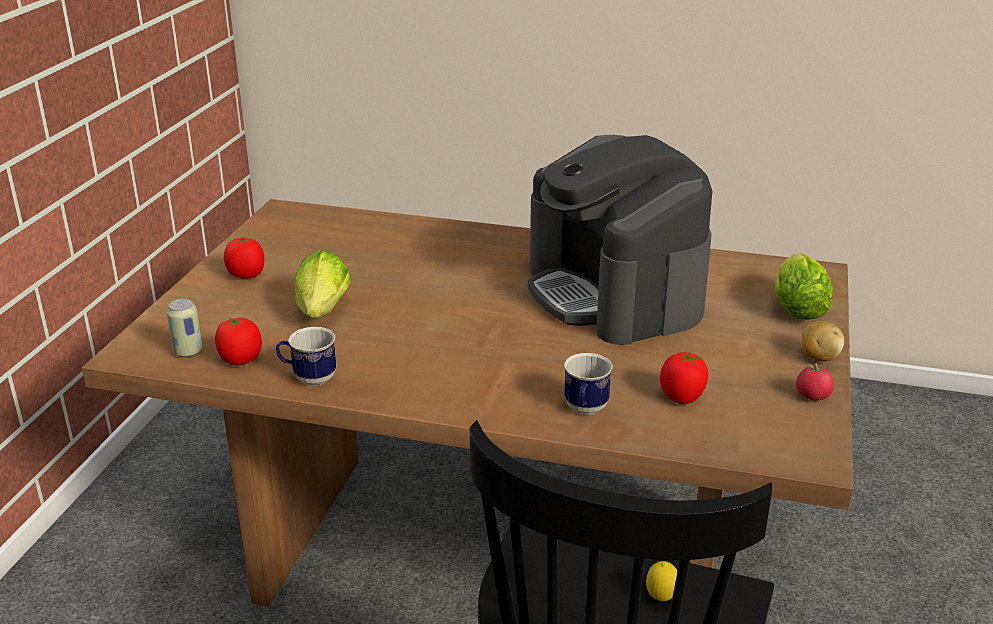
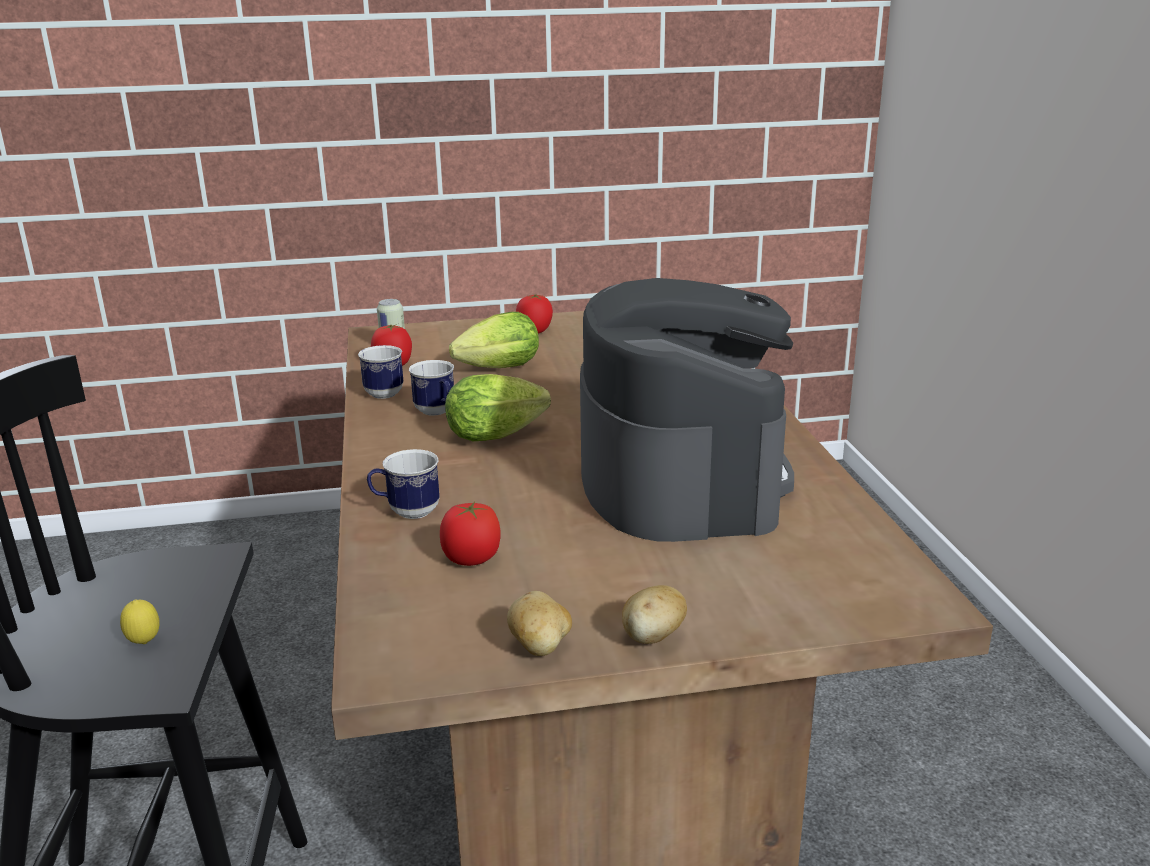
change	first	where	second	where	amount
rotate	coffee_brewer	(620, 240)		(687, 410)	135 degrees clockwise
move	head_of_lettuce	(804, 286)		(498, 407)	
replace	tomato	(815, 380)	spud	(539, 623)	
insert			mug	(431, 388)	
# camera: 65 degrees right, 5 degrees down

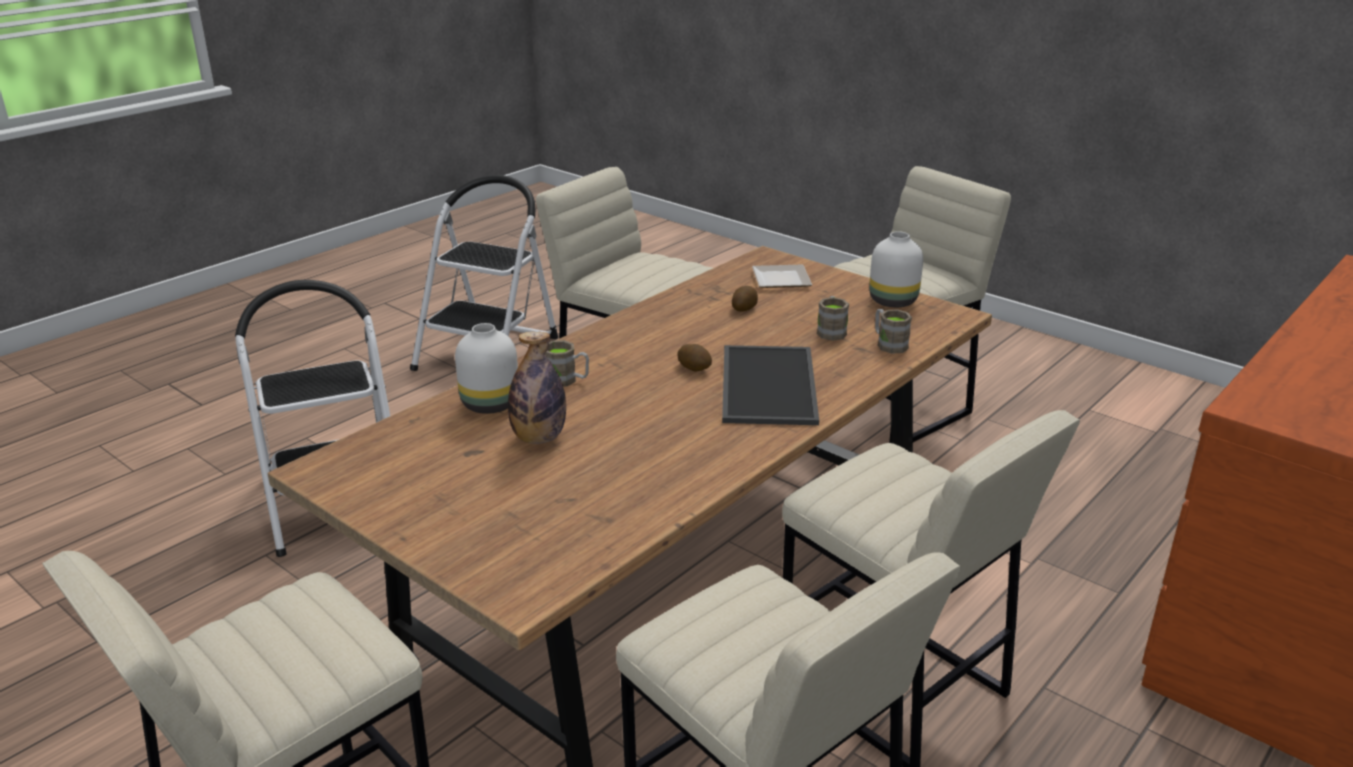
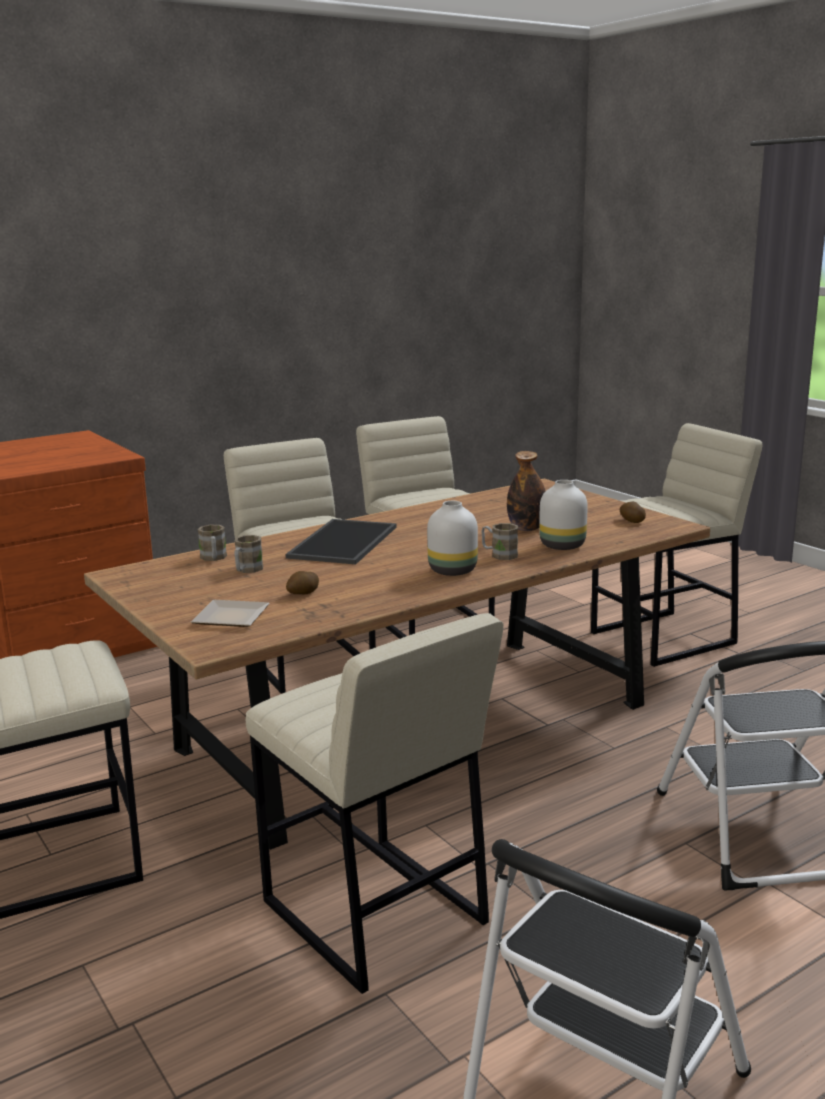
change	first	where	second	where	amount
move	spud	(694, 358)		(633, 512)	
move	white_decorative_vase	(896, 269)		(452, 538)	
# camera: 165 degrees left, 10 degrees down

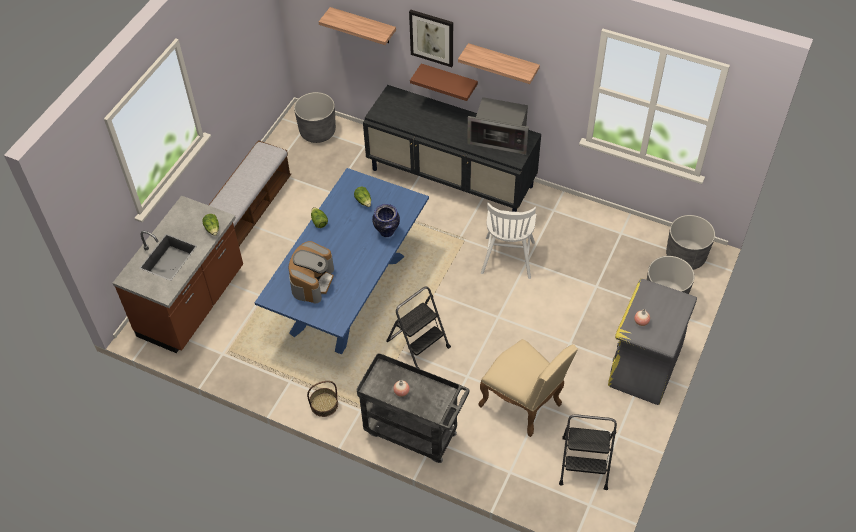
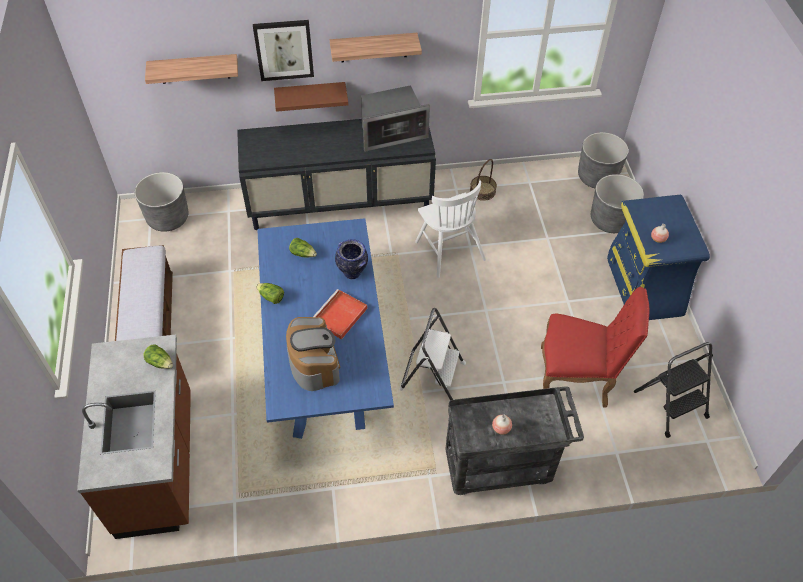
change	first	where	second	where	amount
move	household_basket	(322, 399)		(483, 180)	
recolor	black-coloured_step_ladder	(418, 328)	white_step_ladder	(433, 354)	
recolor	beige_plain_chair	(528, 388)	red-coloured_plain_chair	(595, 347)	
recolor	grey_night_table	(652, 341)	blue_night_table	(658, 257)	
insert			red-coloured_carrying_tray	(340, 314)	
# camera: 35 degrees left, 0 degrees up

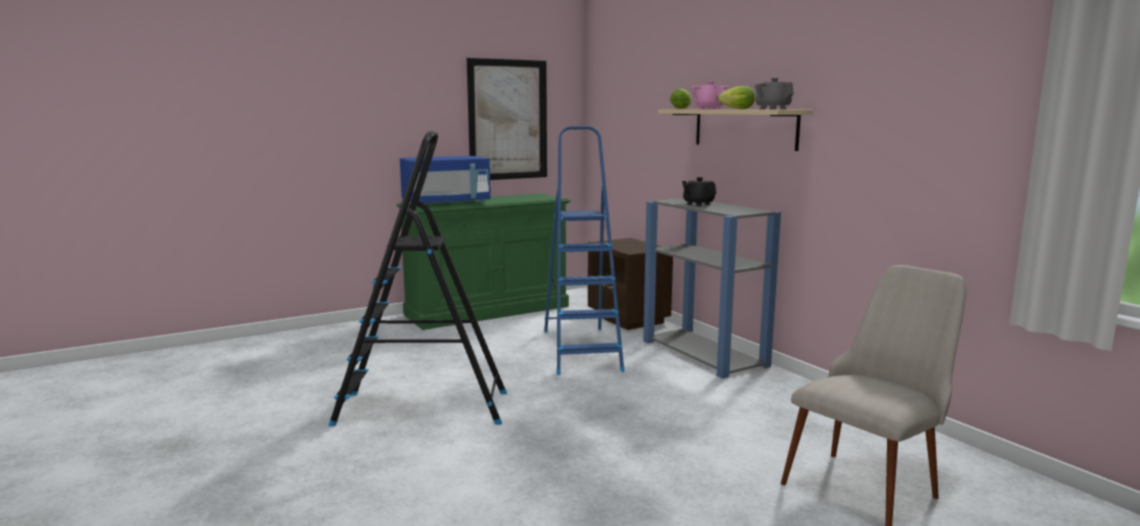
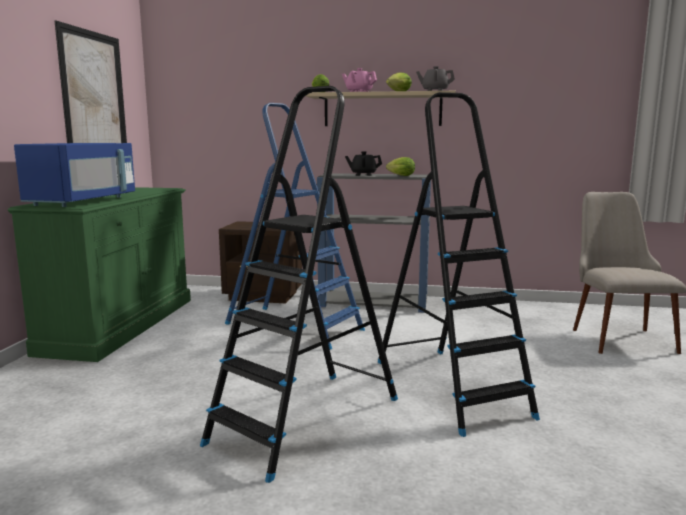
change	first	where	second	where	amount
insert			black-coloured_step_ladder	(459, 264)	
insert			head_of_lettuce	(400, 166)	
# camera: 50 degrees left, 0 degrees up

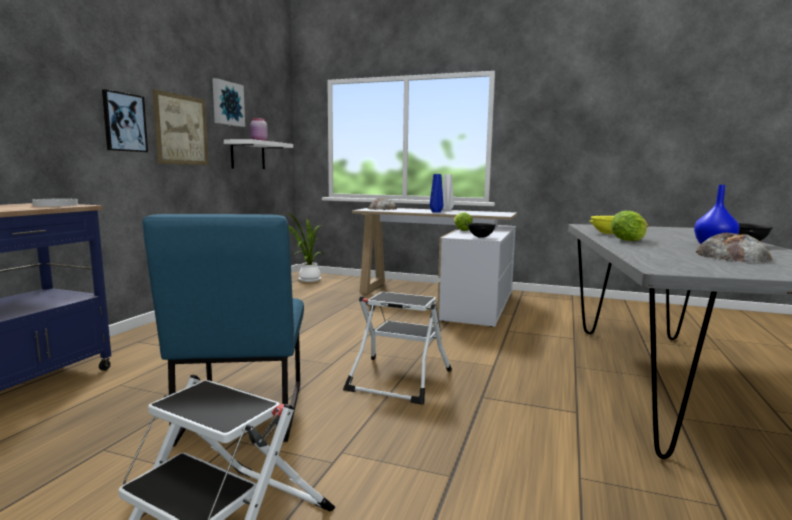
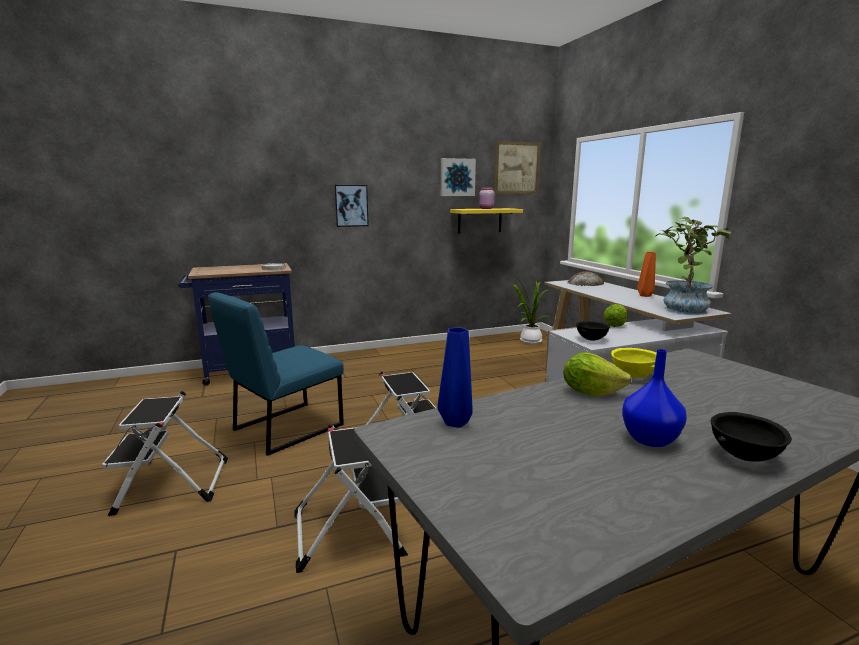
change	first	where	second	where	amount
move	wall_picture	(180, 127)		(517, 167)	
recolor	white_wall_shelf	(258, 154)	yellowish_wall_shelf	(486, 220)	
move	blue_decorative_vase	(436, 193)		(455, 377)	
recolor	white_decorative_vase	(448, 192)	orange-coloured_decorative_vase	(646, 274)	
delete	bakery_bread	(734, 248)			
insert			step_ladder	(351, 498)	
insert			potted_plant	(693, 266)	
# camera: 50 degrees right, 5 degrees up

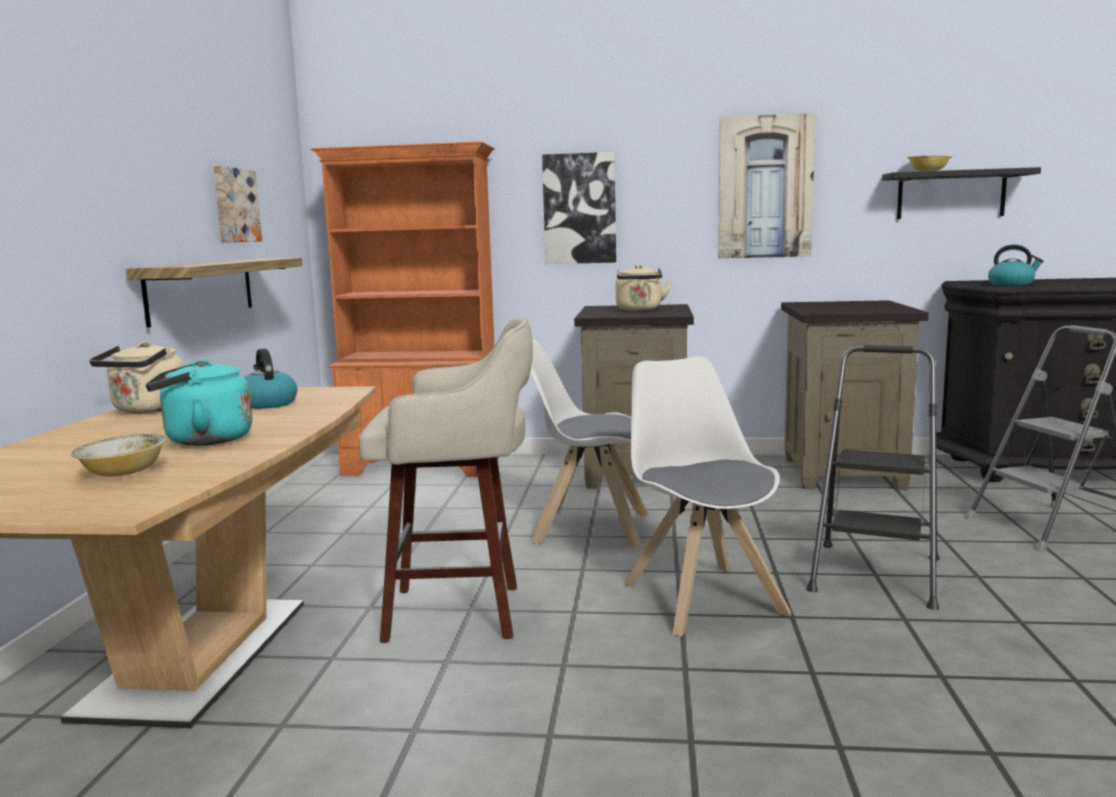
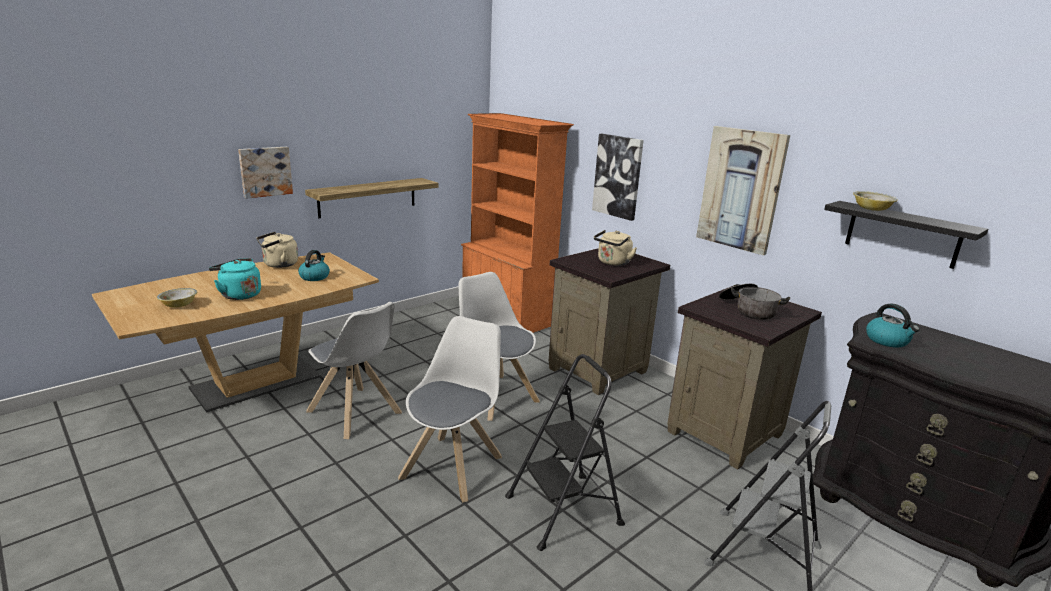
change	first	where	second	where	amount
move	wall_picture	(238, 204)		(265, 173)	
replace	beige_stool_seat	(446, 480)	plain_chair	(354, 370)	
insert			saucepot	(754, 302)	
# camera: 40 degrees right, 10 degrees up

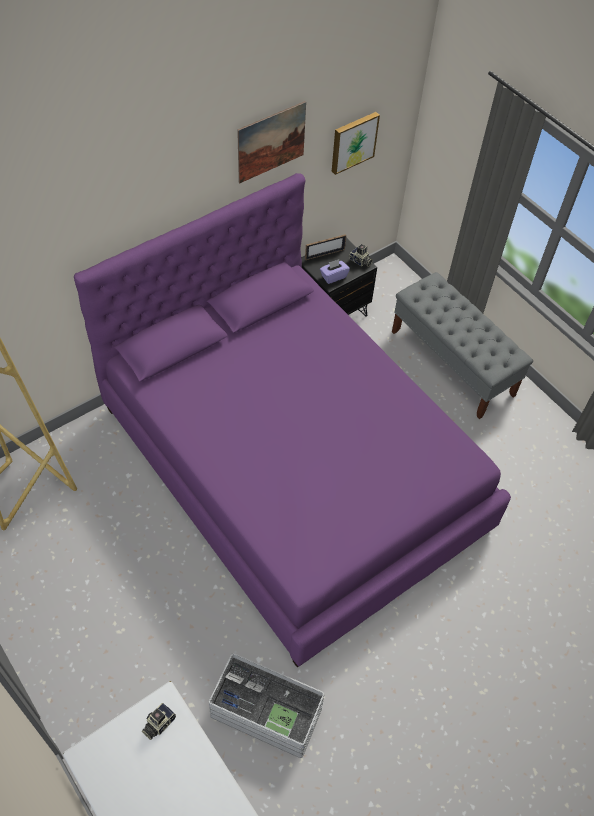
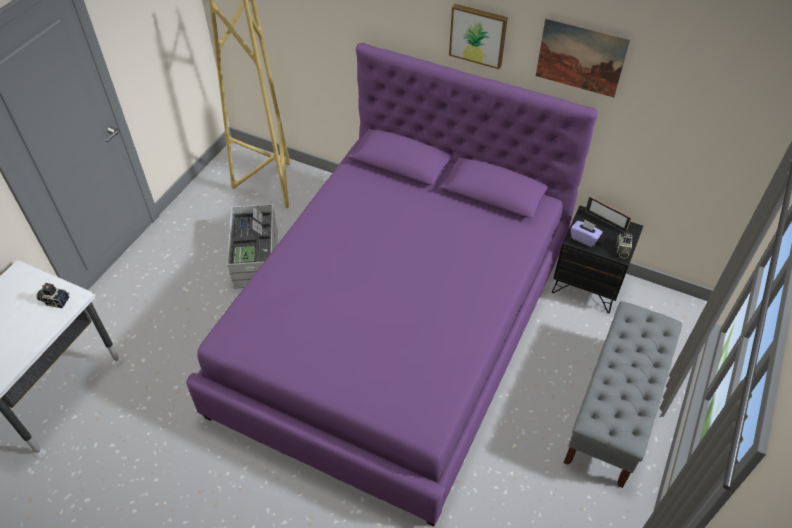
change	first	where	second	where	amount
move	grey_storage_container	(266, 705)		(252, 246)	
move	wall_picture	(356, 143)		(478, 36)	
# camera: 65 degrees right, 5 degrees down

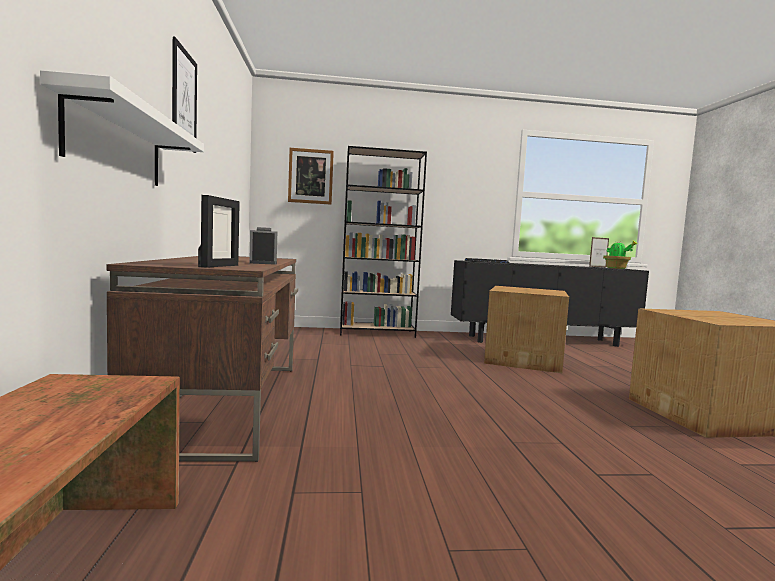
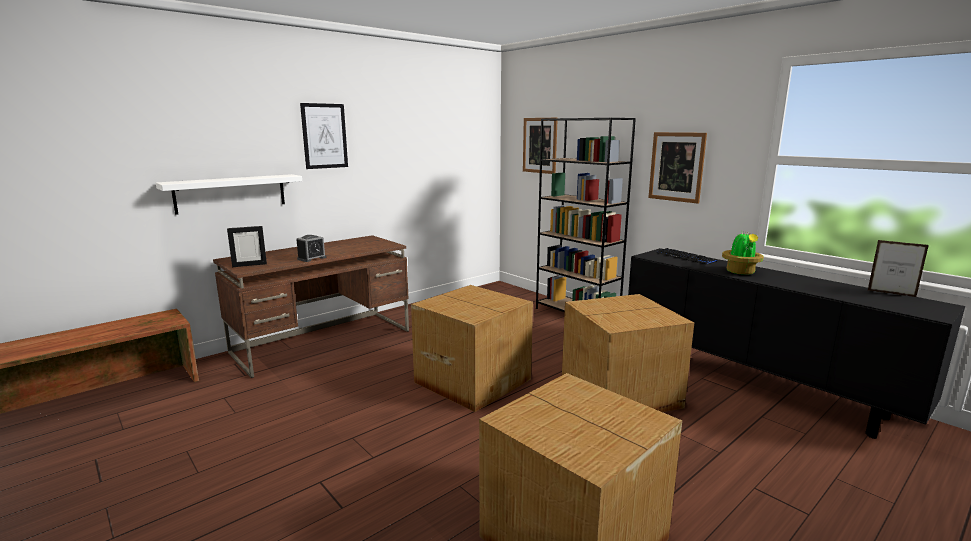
change	first	where	second	where	amount
move	potted_plant	(620, 254)		(743, 252)	
insert			carton	(472, 348)	
insert			wall_picture	(677, 168)	
# camera: 55 degrees right, 10 degrees up

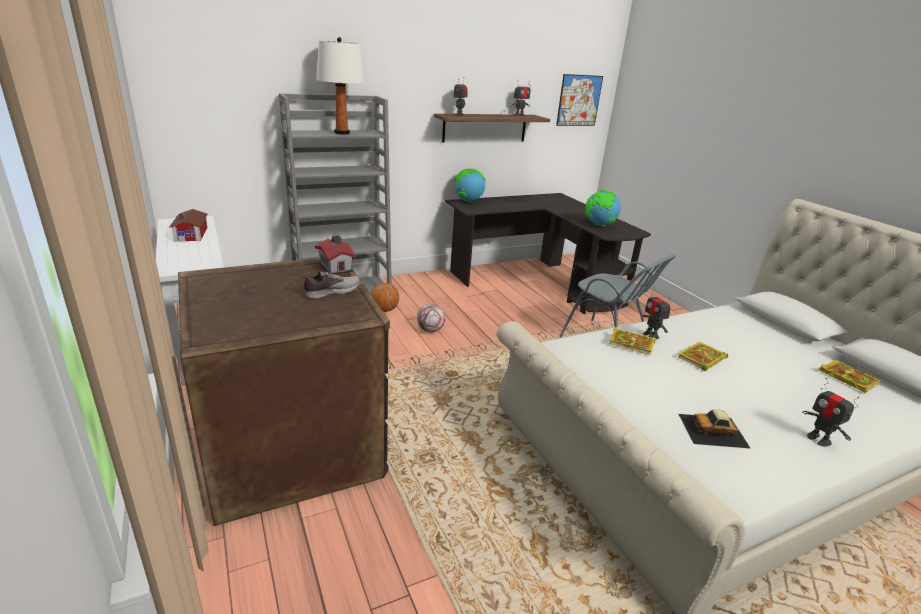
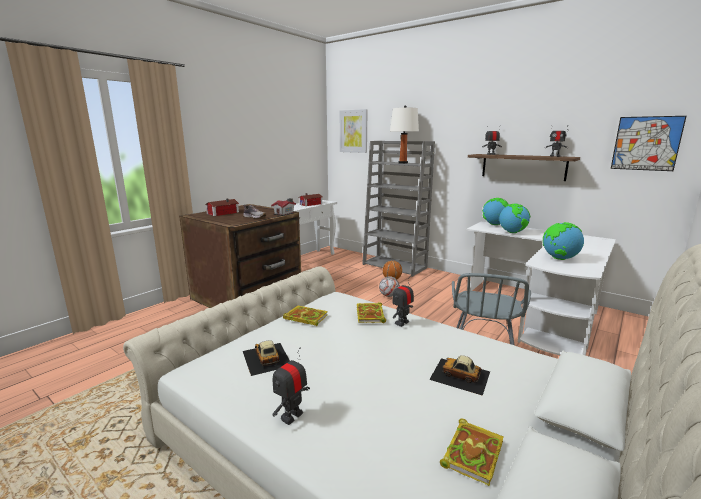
change	first	where	second	where	amount
recolor	black-coloured_desk	(548, 253)	white_desk	(541, 289)	
move	volume	(703, 356)		(305, 315)	
insert			toy_house	(222, 207)	
insert			wall_picture	(354, 131)	
insert			toy_car	(459, 375)	
insert			globe	(514, 218)	
# camera: 65 degrees right, 10 degrees down

